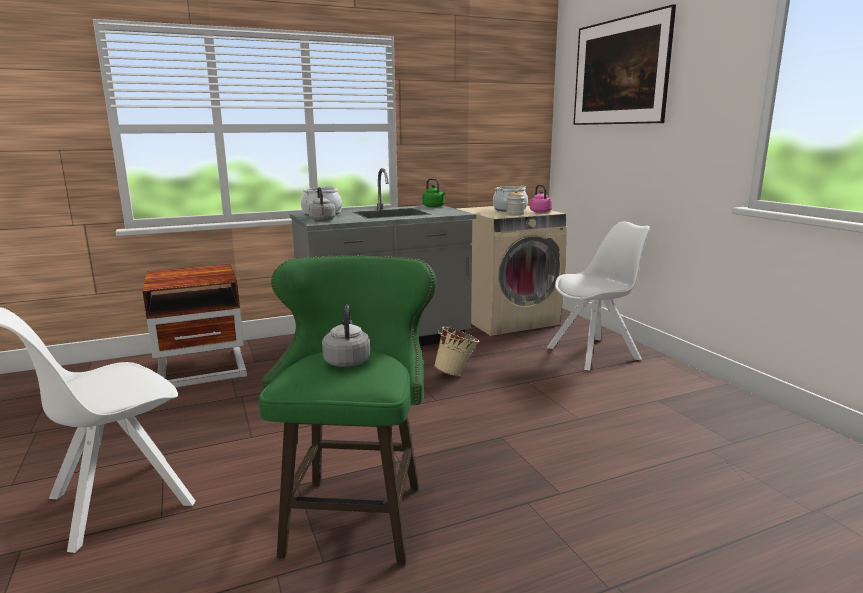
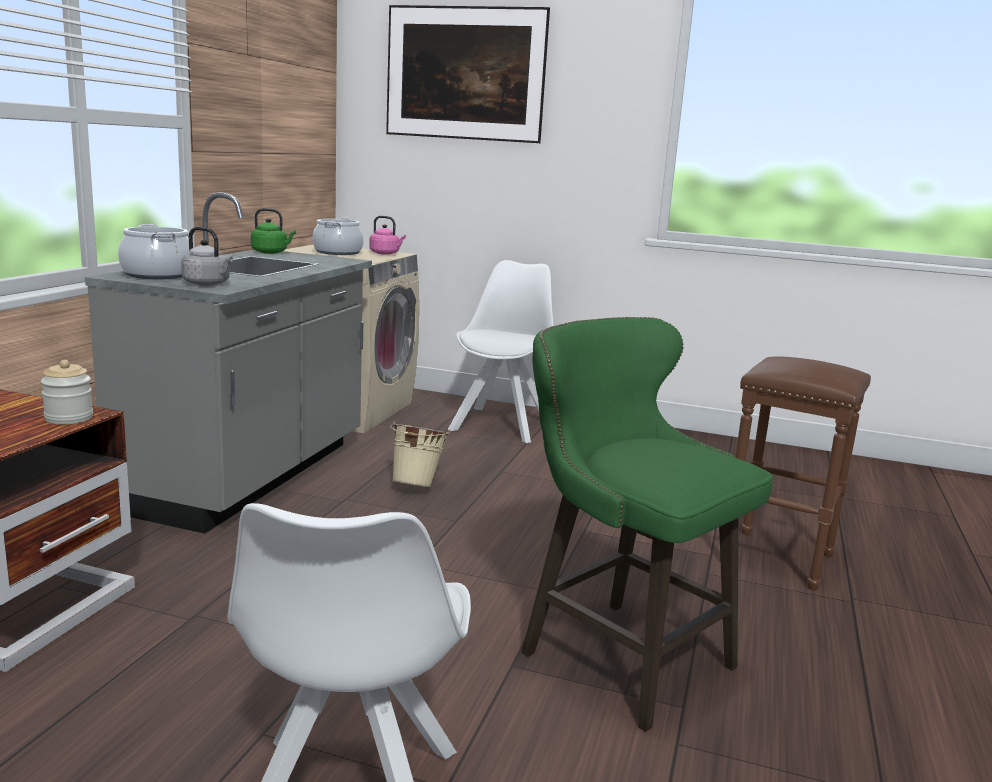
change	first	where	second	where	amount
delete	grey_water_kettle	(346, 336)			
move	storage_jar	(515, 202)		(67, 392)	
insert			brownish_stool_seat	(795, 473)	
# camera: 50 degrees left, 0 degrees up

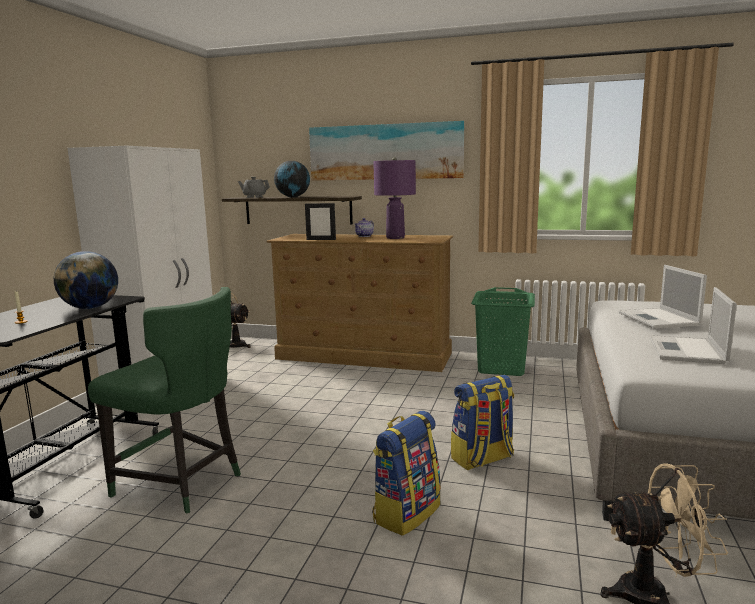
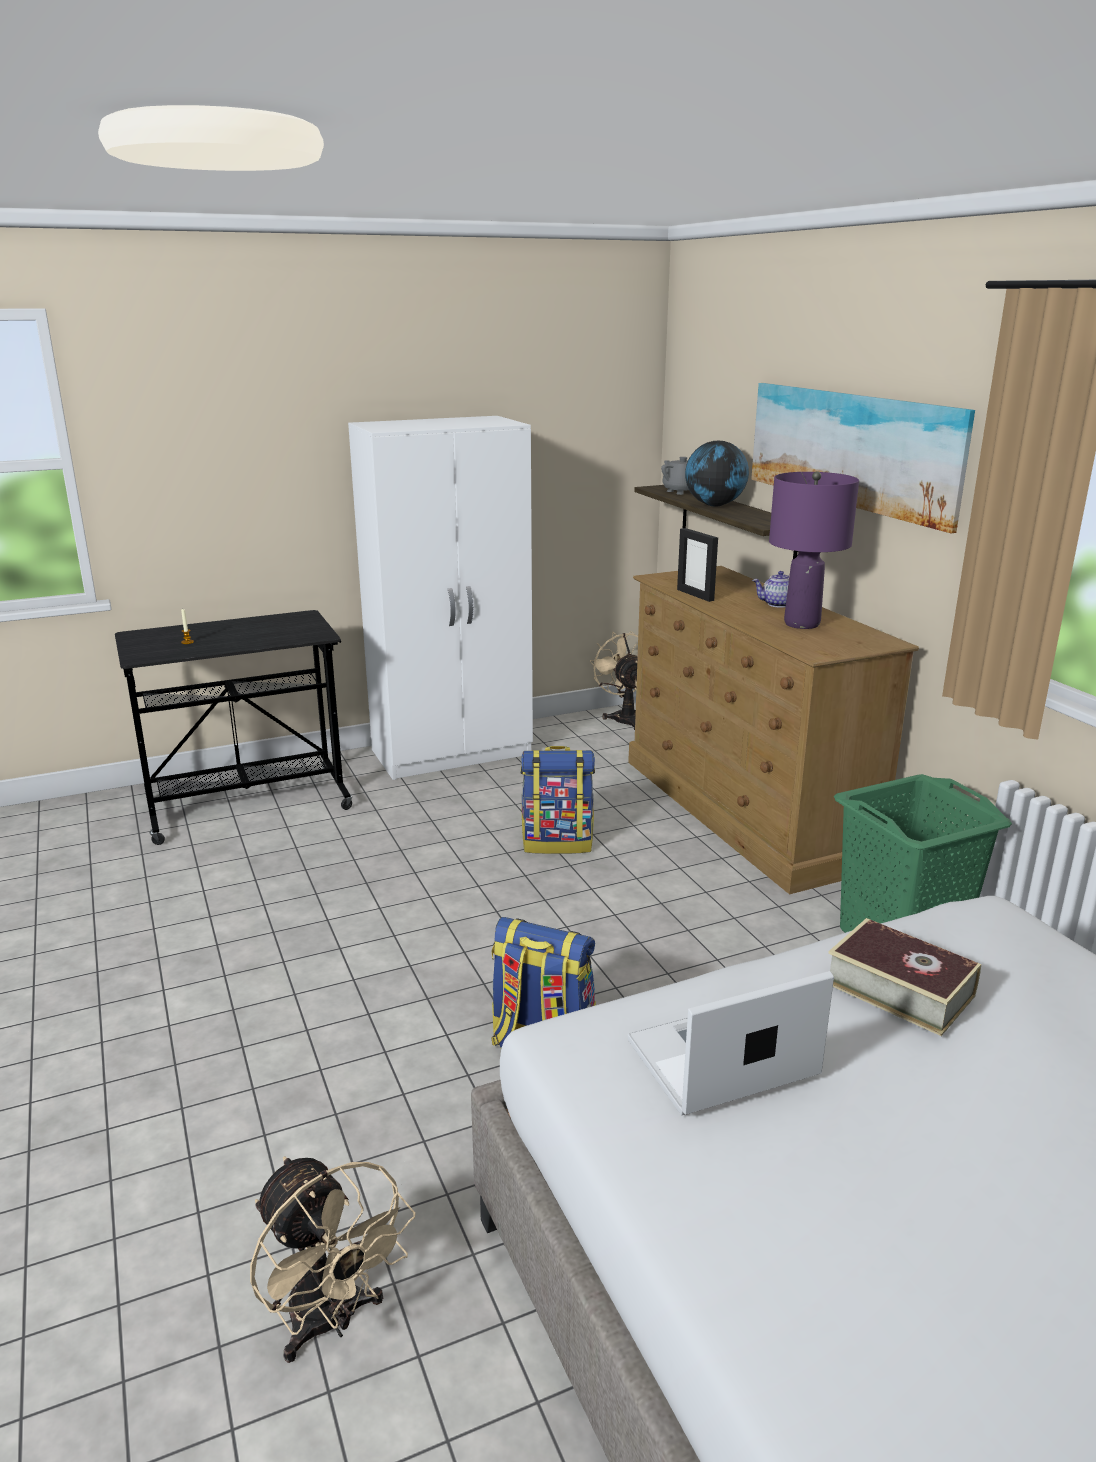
change	first	where	second	where	amount
delete	globe	(86, 280)			
delete	green_plain_chair	(164, 400)			
move	backpack	(406, 473)		(557, 800)	
replace	portable_computer	(663, 296)	volume	(904, 977)	
# camera: 50 degrees right, 10 degrees up

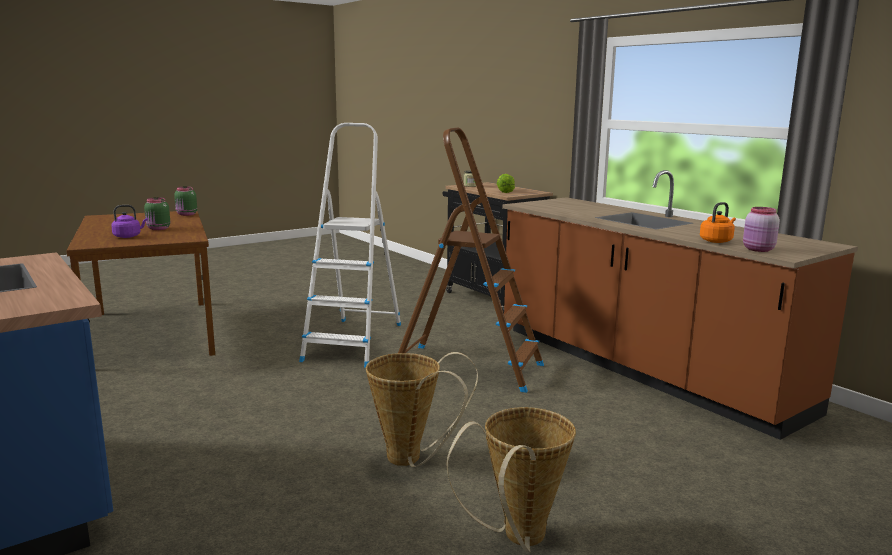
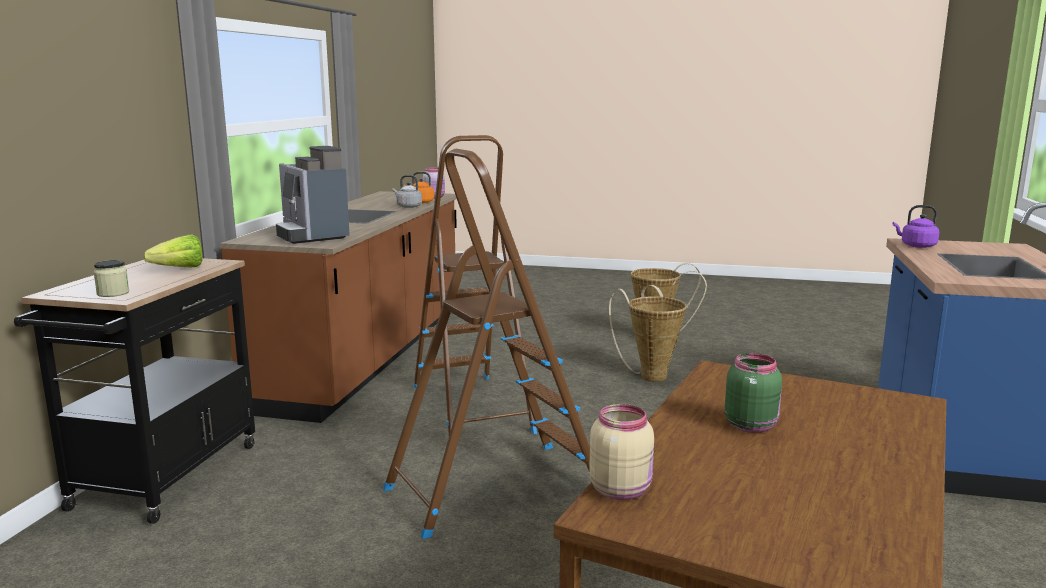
change	first	where	second	where	amount
move	purple_water_kettle	(129, 221)		(916, 226)	
recolor	green_storage_jar	(185, 201)	beige_storage_jar	(621, 452)	
recolor	white_step_ladder	(350, 245)	brownish_step_ladder	(486, 344)	
insert			coffee_brewer	(313, 195)	
insert			grey_water_kettle	(407, 191)	
# camera: 130 degrees left, 0 degrees up

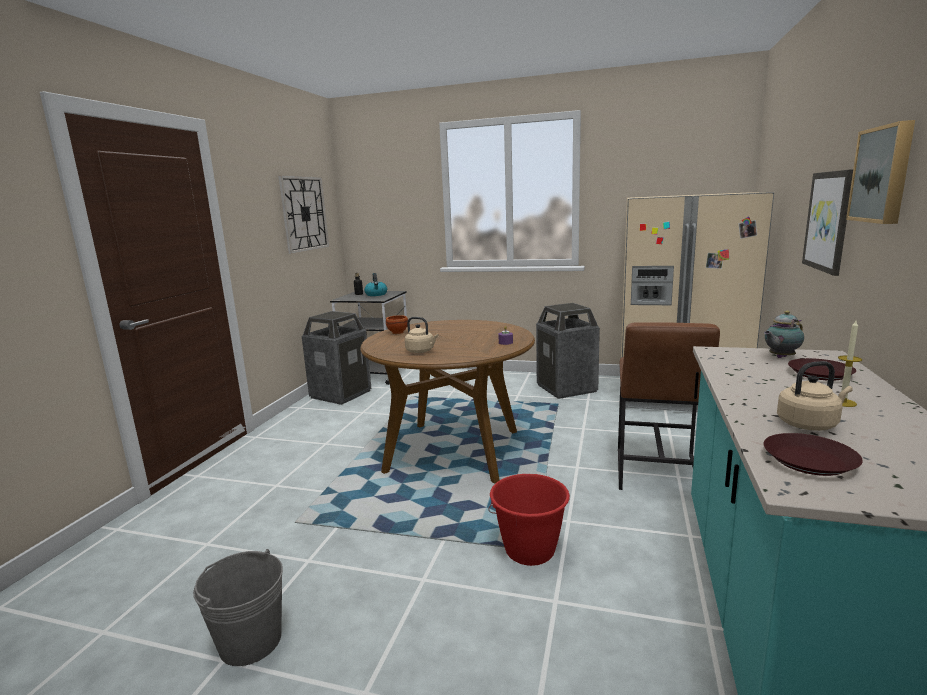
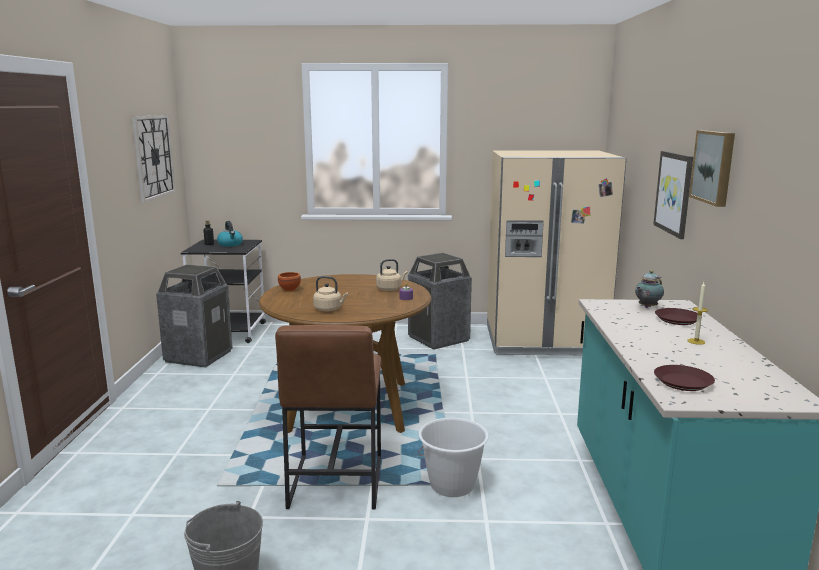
change	first	where	second	where	amount
recolor	red-coloured_pail	(529, 520)	white_pail	(453, 457)	
move	brownish_plain_chair	(669, 406)		(328, 417)	
move	beige_water_kettle	(815, 396)		(392, 275)	
# camera: 15 degrees left, 0 degrees up

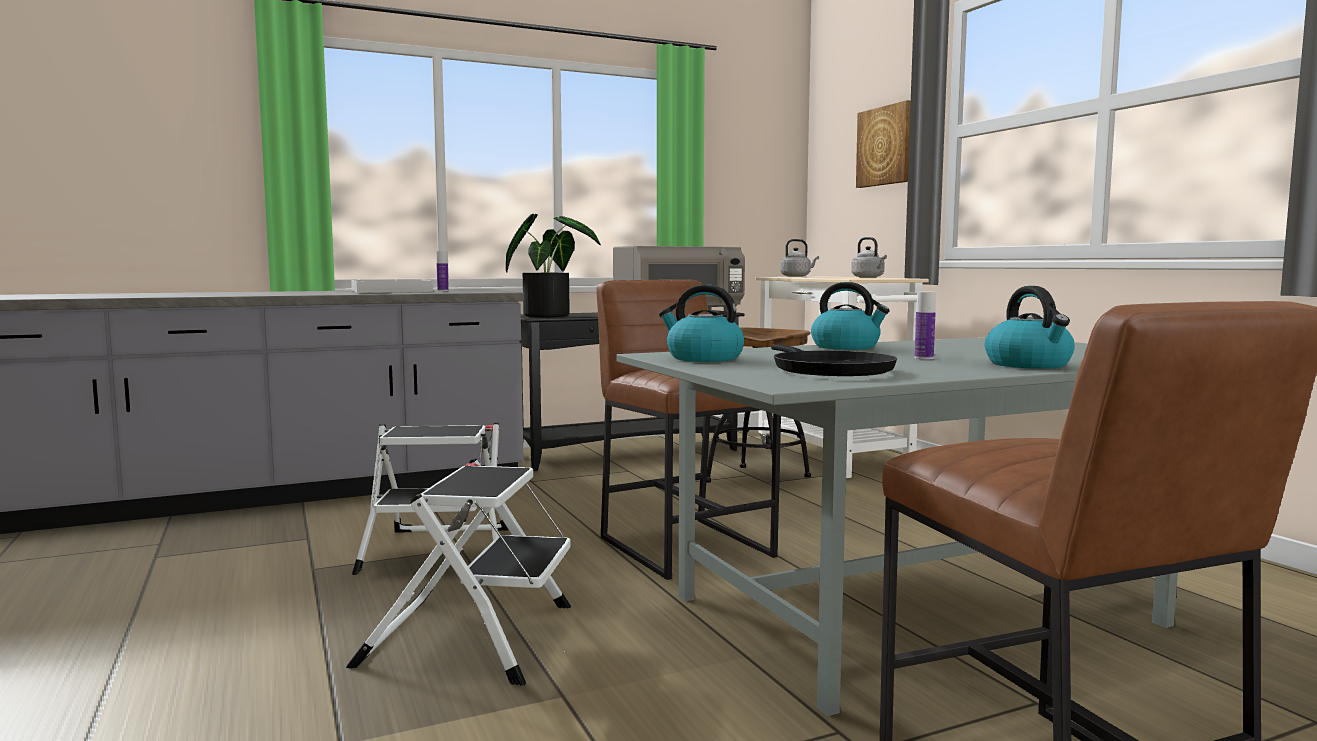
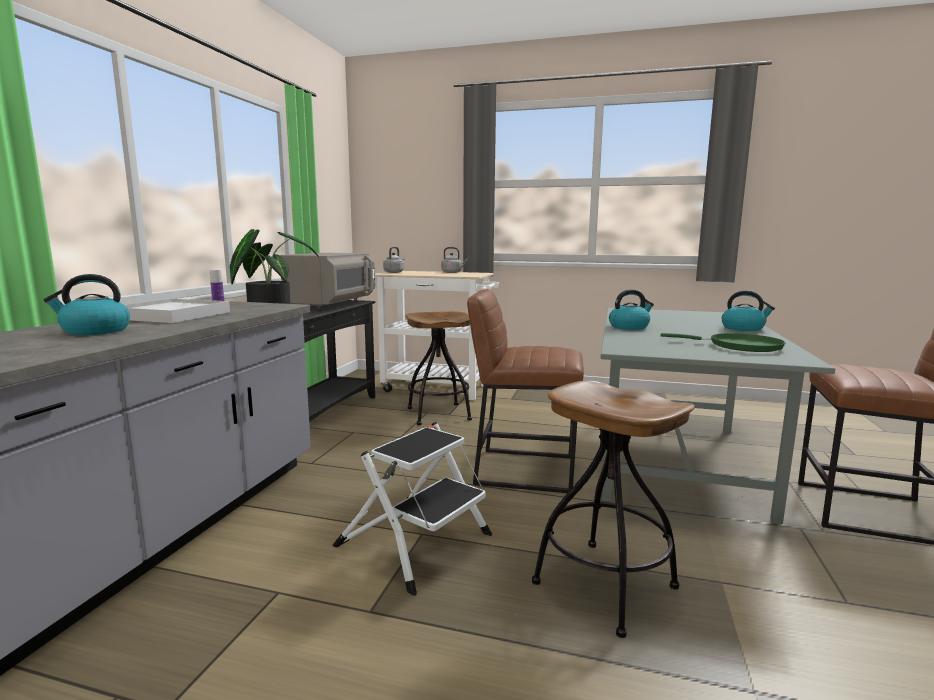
change	first	where	second	where	amount
replace	step_ladder	(458, 571)	brownish_stool_seat	(613, 509)	
move	water_kettle	(701, 323)		(87, 304)	
recolor	black-coloured_pan	(834, 360)	green_pan	(722, 342)	
delete	wall_picture	(883, 144)			
delete	bottle	(925, 325)			
# camera: 50 degrees left, 5 degrees up

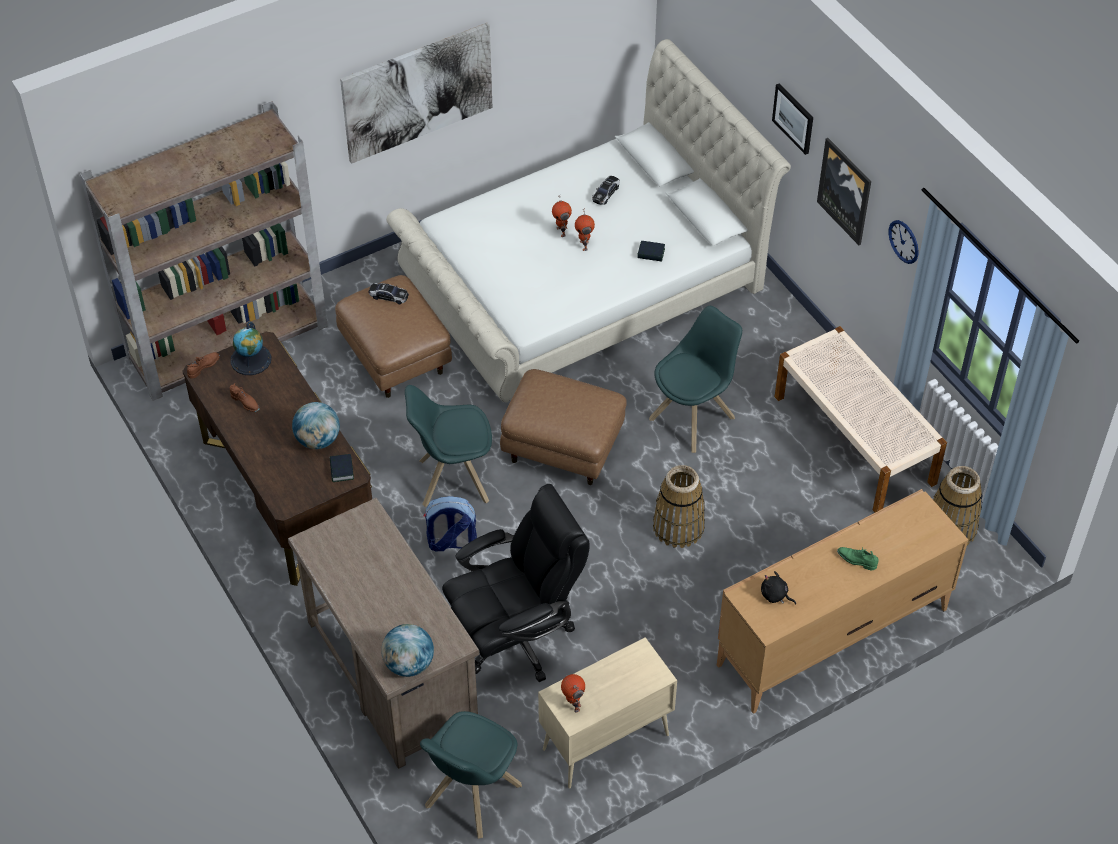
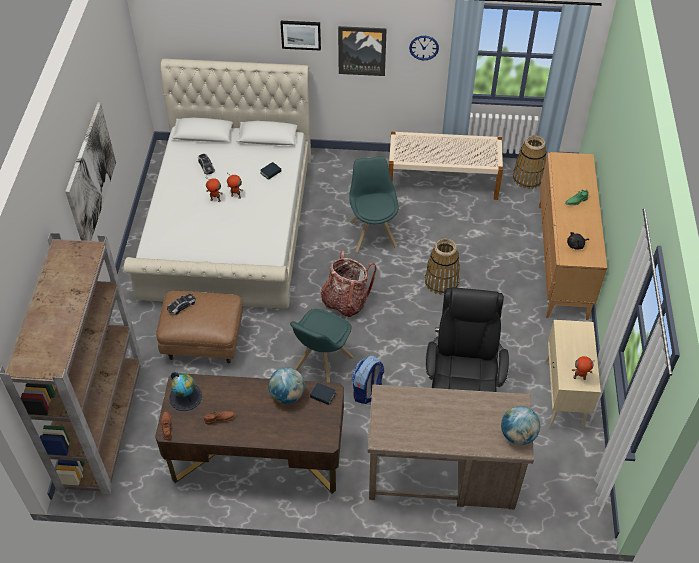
change	first	where	second	where	amount
delete	blue-green_plain_chair	(471, 775)			
replace	brownish_footrest	(563, 427)	backpack	(348, 283)	
# camera: 55 degrees left, 0 degrees up

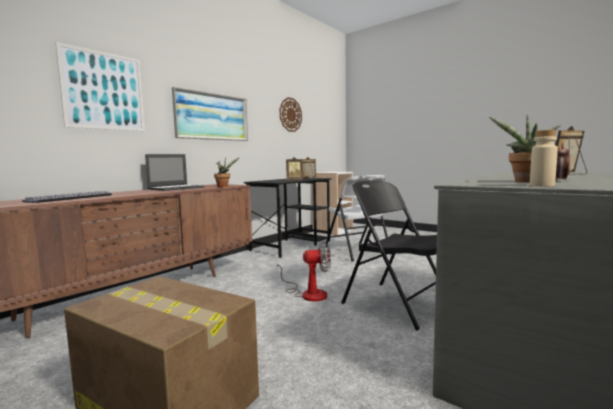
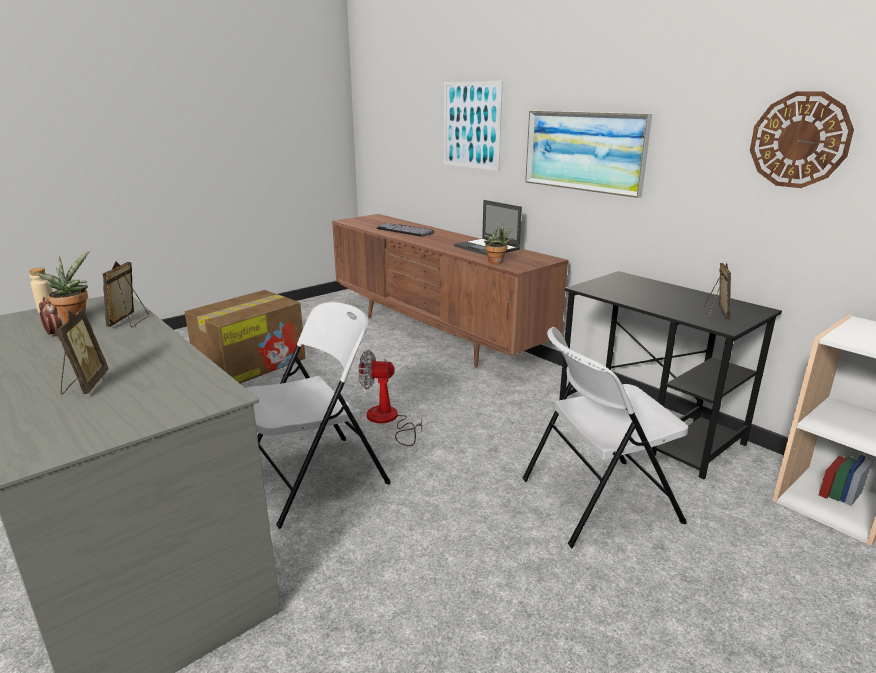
change	first	where	second	where	amount
rotate	electric_fan	(303, 271)		(390, 398)	90 degrees clockwise
move	standing_frame	(294, 168)		(126, 294)	
recolor	black-coloured_plain_chair	(389, 256)	white_plain_chair	(318, 415)	
# camera: 100 degrees right, 15 degrees up

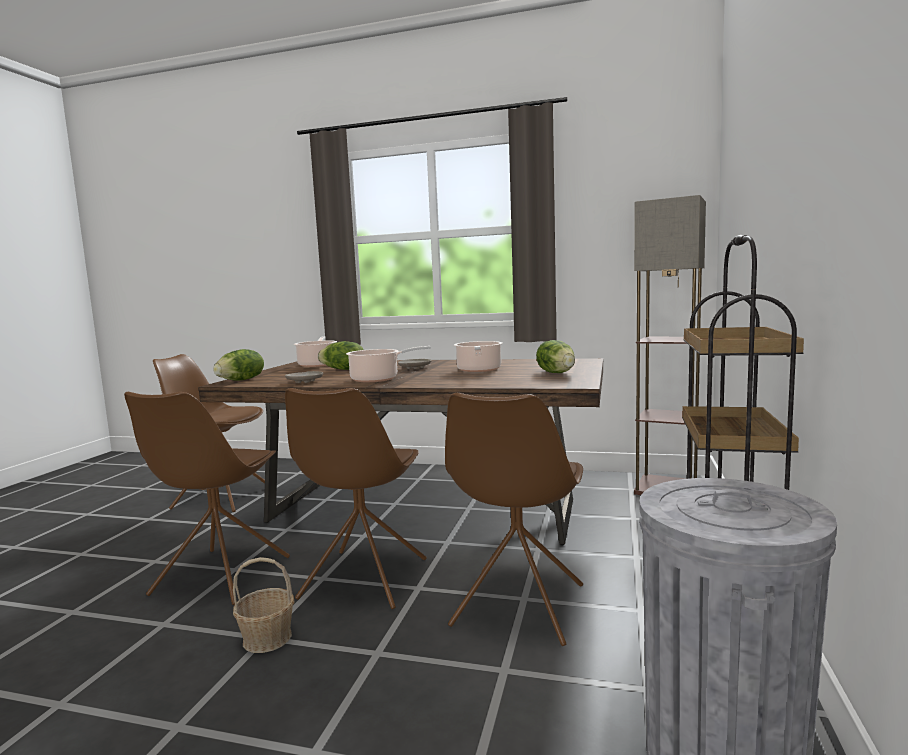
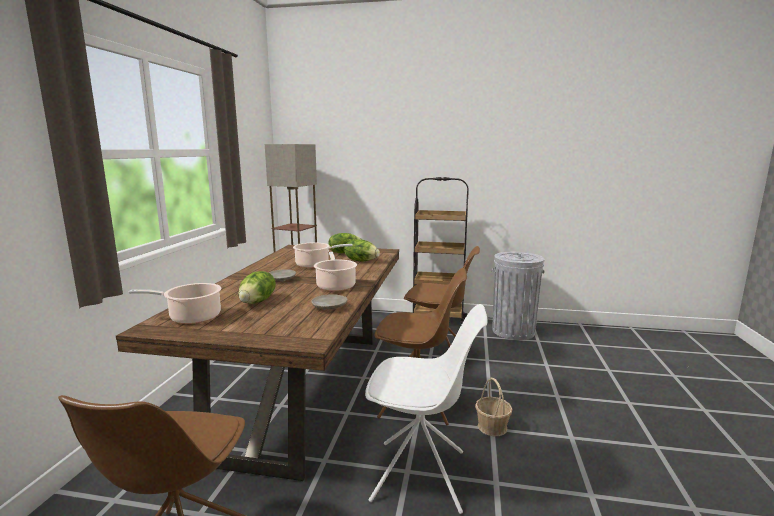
change	first	where	second	where	amount
recolor	brownish_plain_chair	(207, 498)	white_plain_chair	(426, 409)	
move	head_of_lettuce	(238, 365)		(362, 250)	
# camera: 95 degrees left, 5 degrees up

